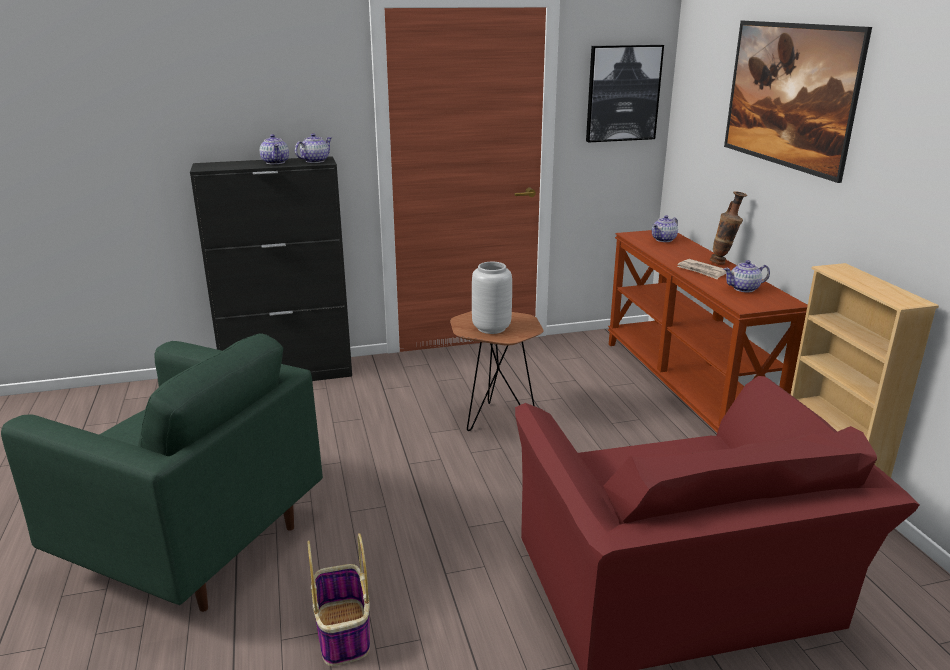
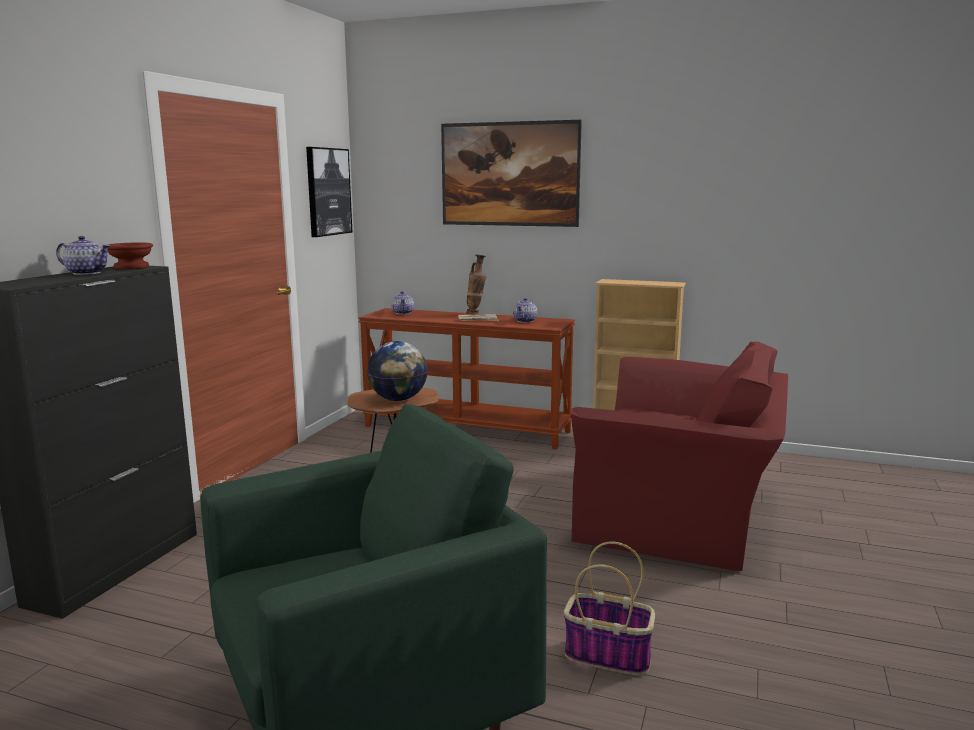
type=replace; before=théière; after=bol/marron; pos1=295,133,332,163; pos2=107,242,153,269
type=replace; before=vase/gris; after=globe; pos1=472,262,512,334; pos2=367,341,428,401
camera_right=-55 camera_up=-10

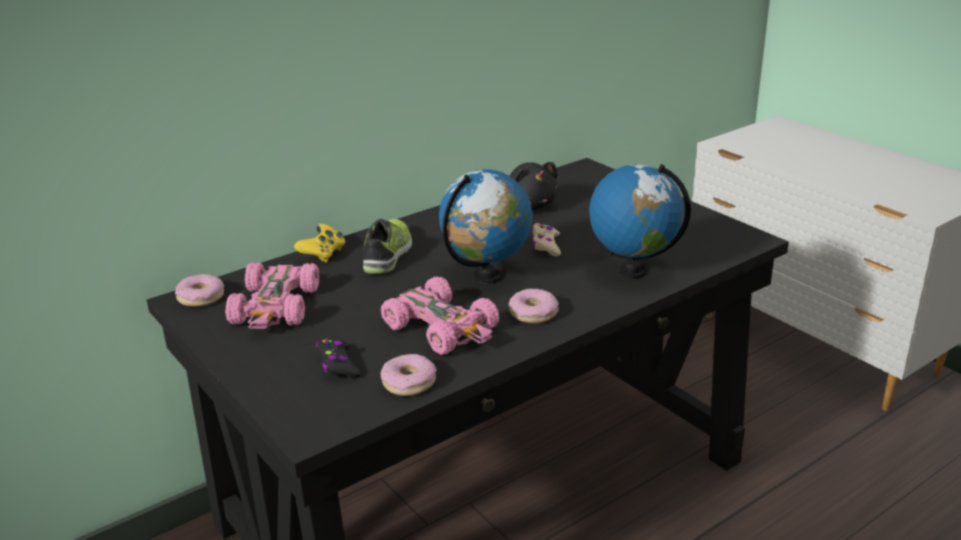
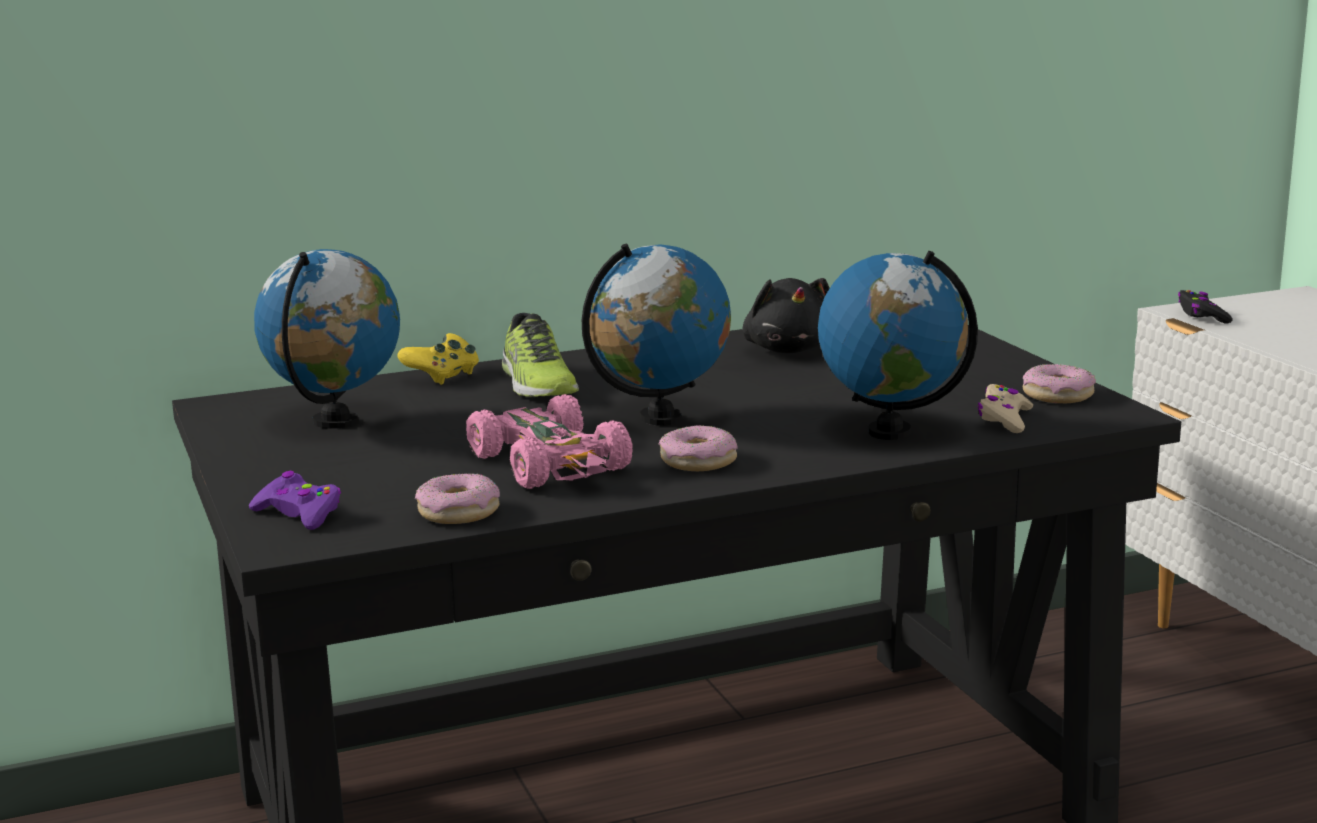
type=insert; after=manette/violet; pos2=249,471,341,530
type=move; before=beignet; pos1=175,274,224,307; pos2=1023,364,1096,403
type=move; before=manette/noir; pos1=316,338,361,378; pos2=1178,290,1233,323
type=move; before=manette/beige; pos1=532,223,561,256; pos2=977,384,1033,433
type=replace; before=petite voiture/rose; after=globe; pos1=225,262,319,329; pos2=254,249,400,429
type=rotate; before=chaussure; pos1=363,219,412,274; pos2=502,313,579,397; turn=135
camera_right=15 camera_up=-10

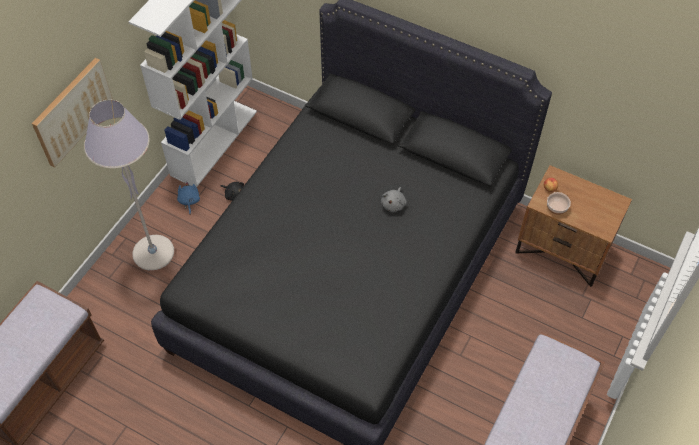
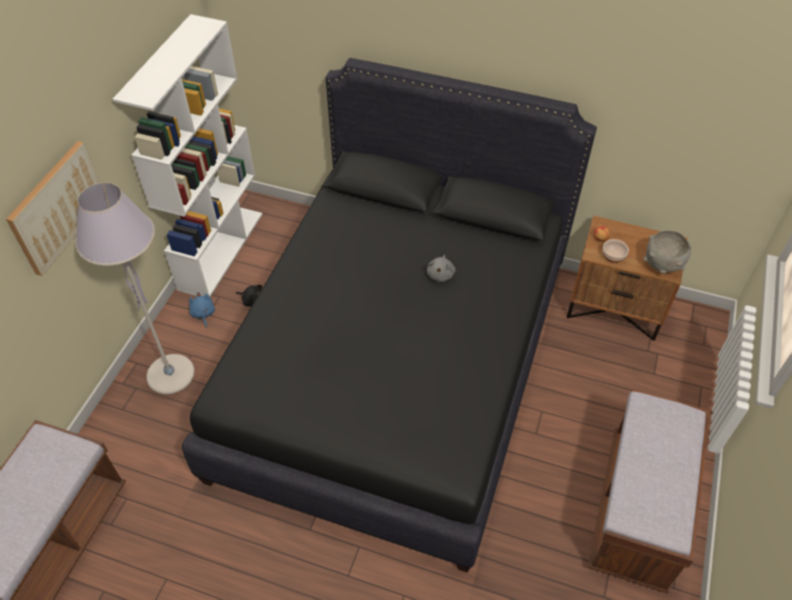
type=insert; after=bol/gris; pos2=643,231,692,274
camera_right=-10 camera_up=-5

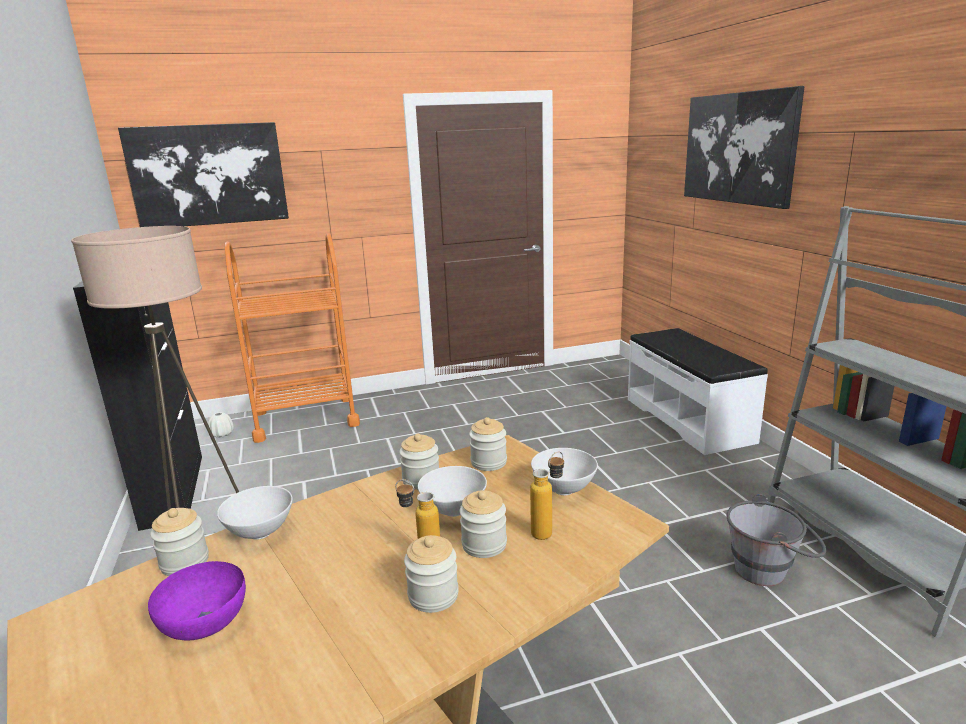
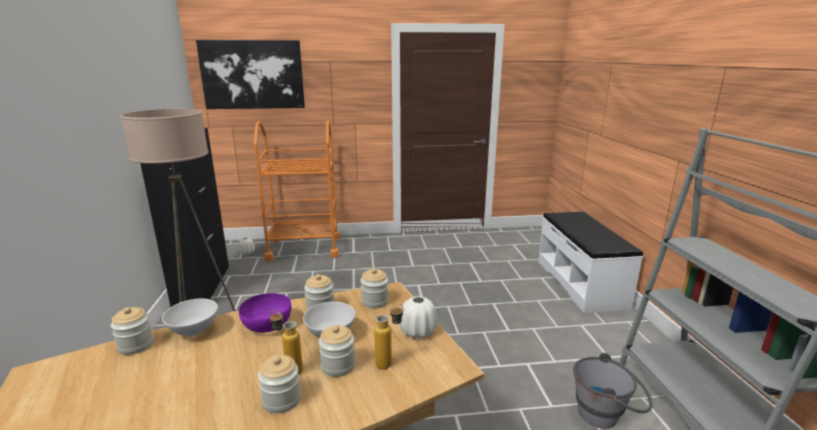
type=delete; before=tableau; pos1=684,86,804,209
type=move; before=bol/violet; pos1=148,561,246,640; pos2=239,293,291,333
type=replace; before=bol/blanc; after=vase/blanc; pos1=531,448,598,495; pos2=399,296,437,338
camera_right=10 camera_up=0

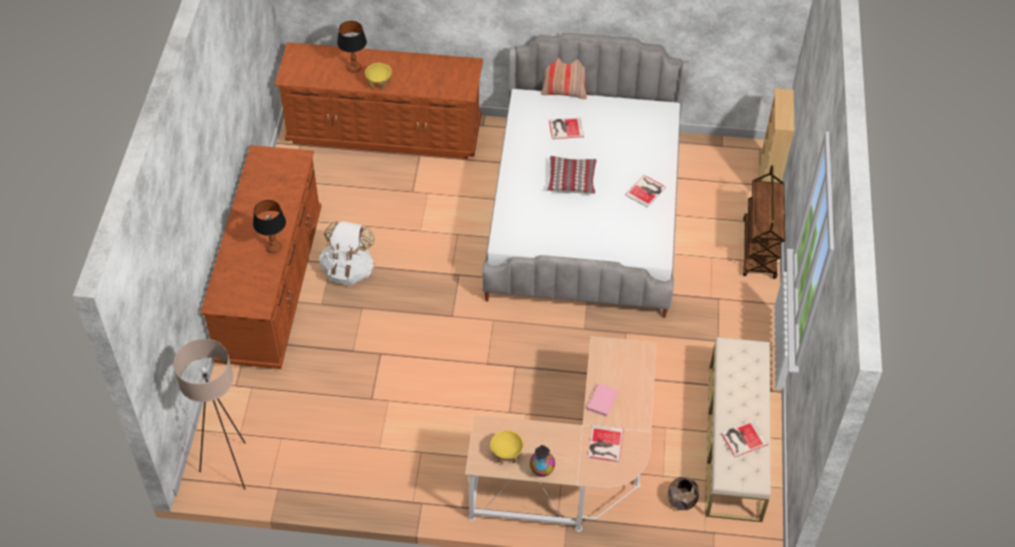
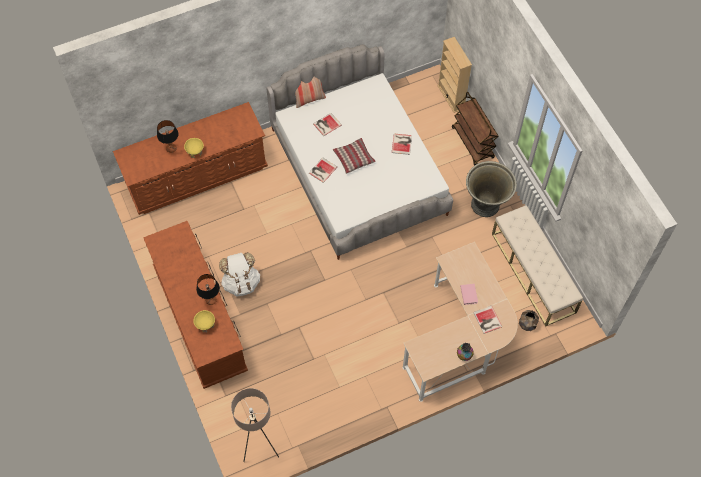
type=insert; after=cache-pot/gris; pos2=466,161,517,217
type=move; before=bol/jaune; pos1=490,430,524,464; pos2=193,310,215,333
type=move; before=livre; pos1=720,420,768,457; pos2=309,158,337,183
camera_right=-30 camera_up=10

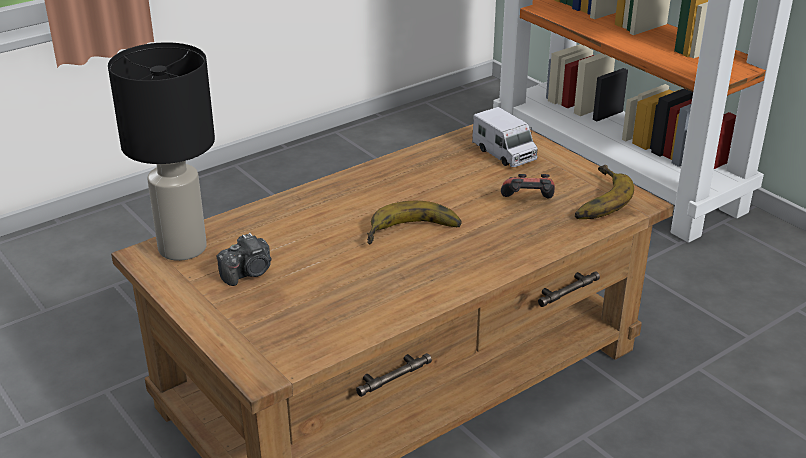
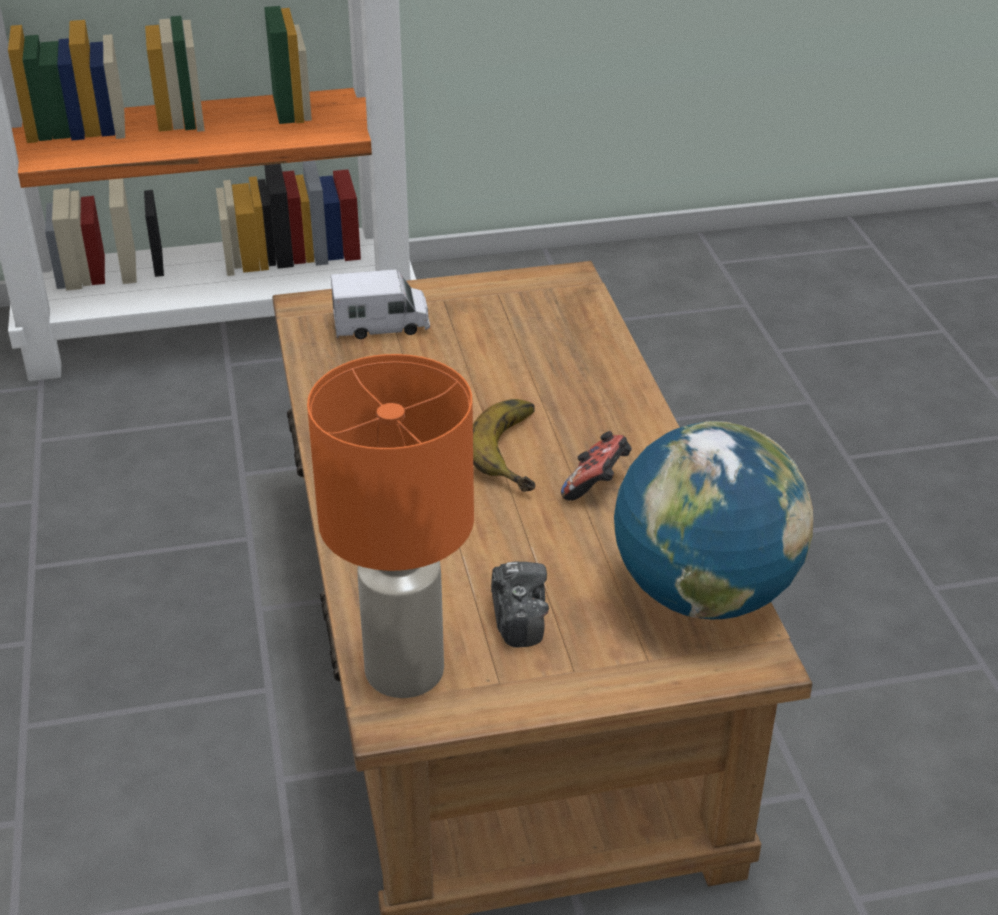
type=delete; before=banane; pos1=575,165,634,219
type=insert; after=globe; pos2=614,421,813,619
type=move; before=manette; pos1=501,174,555,198; pos2=561,431,632,501
type=recolor; before=lampe de table/noir; after=lampe de table/orange; pos1=108,42,215,261; pos2=307,354,474,698
camera_right=-65 camera_up=5

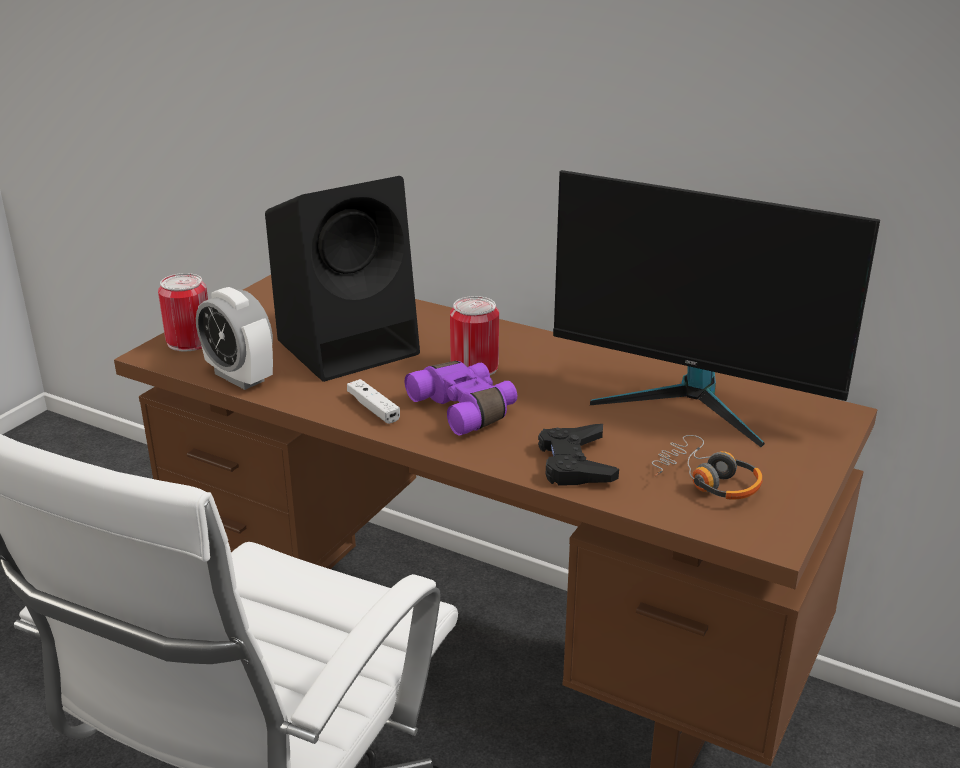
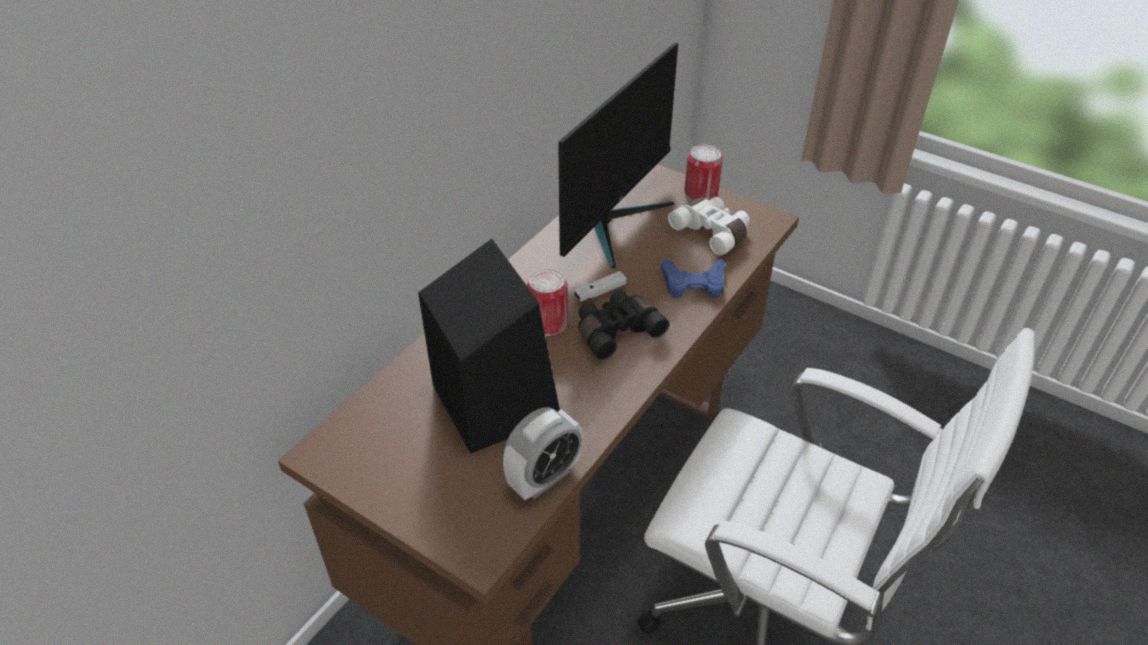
type=move; before=boîte métallique; pos1=158,273,208,351; pos2=684,145,723,201
type=move; before=manette/blanc; pos1=347,379,400,424; pos2=574,271,627,302
type=replace; before=casque audio; after=jumelles/blanc; pos1=652,435,763,500; pos2=668,197,750,256
type=recolor; before=jumelles/violet; after=jumelles/noir; pos1=405,361,517,436; pos2=578,290,669,360
type=recolor; before=manette/noir; after=manette/bleu; pos1=538,424,619,486; pos2=661,259,726,298
camera_right=-85 camera_up=15

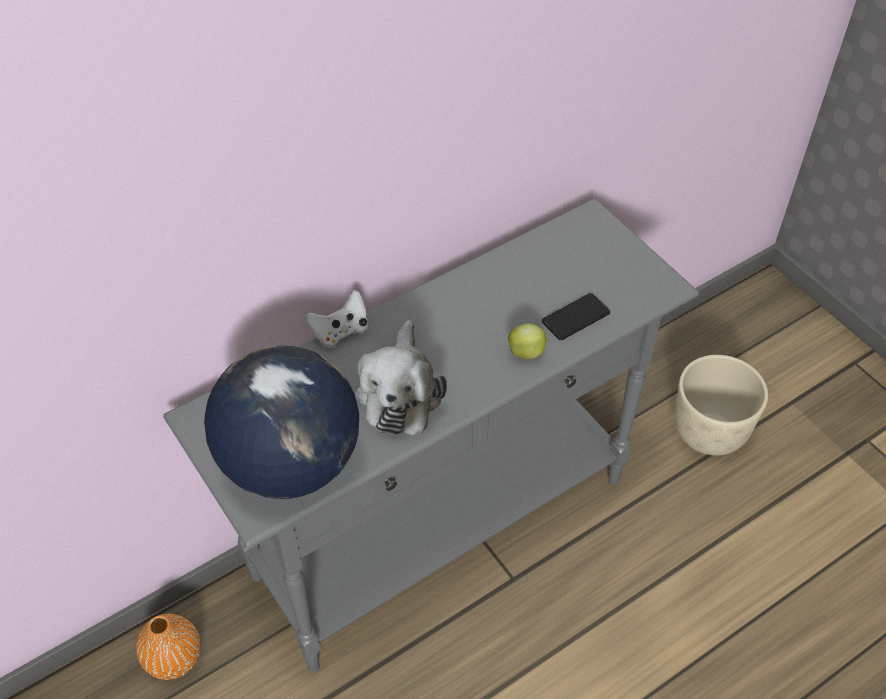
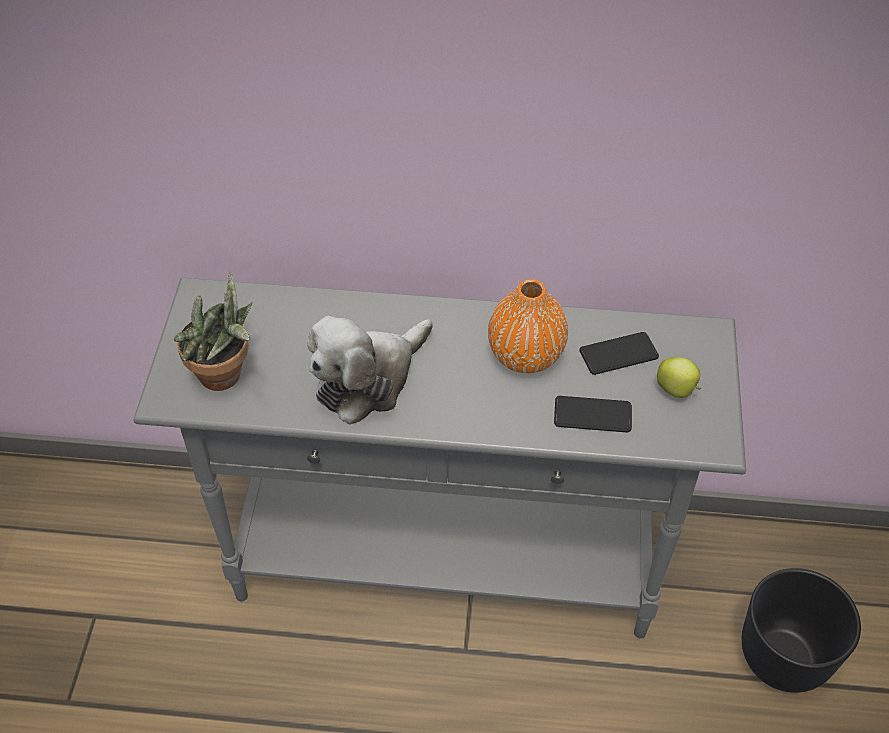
type=delete; before=manette/blanc; pos1=305,290,368,348
type=insert; after=téléphone; pos2=579,332,659,375
type=move; before=vase/orange; pos1=136,614,201,680; pos2=488,279,568,373
type=move; before=pomme; pos1=508,323,550,359; pos2=657,357,701,398
type=replace; before=globe; after=plante en pot; pos1=204,345,359,499; pos2=173,271,252,391
type=recolor; before=cache-pot/beige; after=cache-pot/noir; pos1=675,355,768,456; pos2=742,568,861,693
camera_right=40 camera_up=0

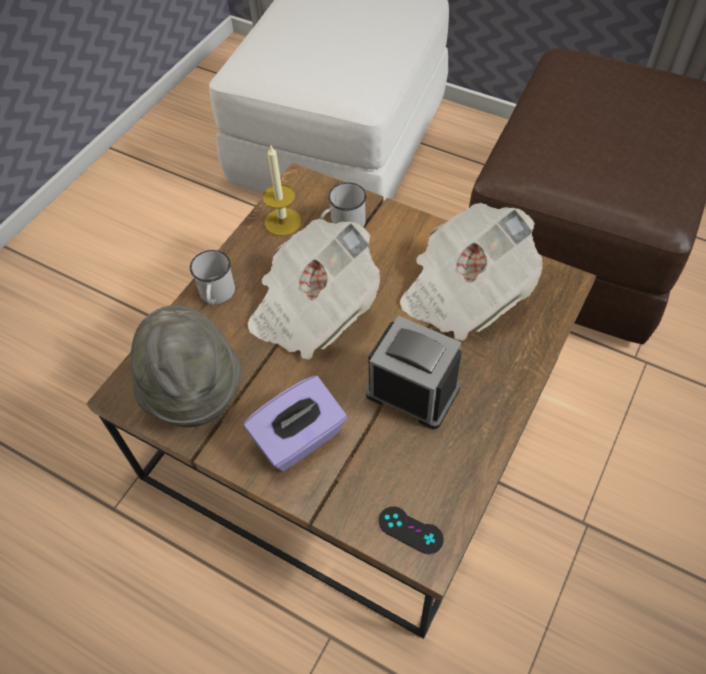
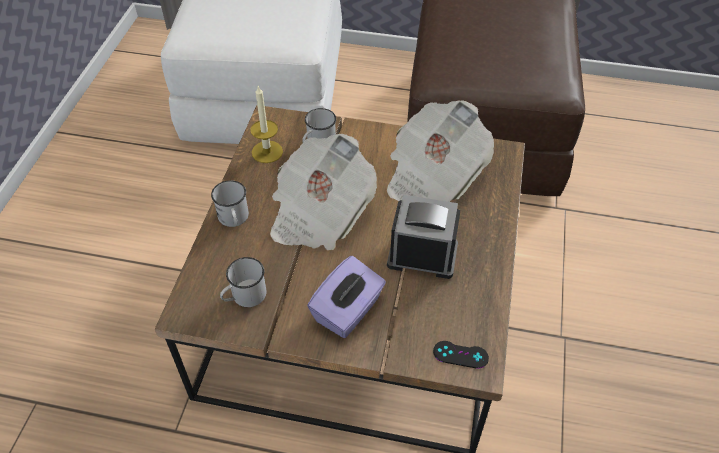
type=replace; before=chapeau/gris; after=mug/blanc; pos1=130,305,242,427; pos2=220,257,266,307
camera_right=-20 camera_up=-5

